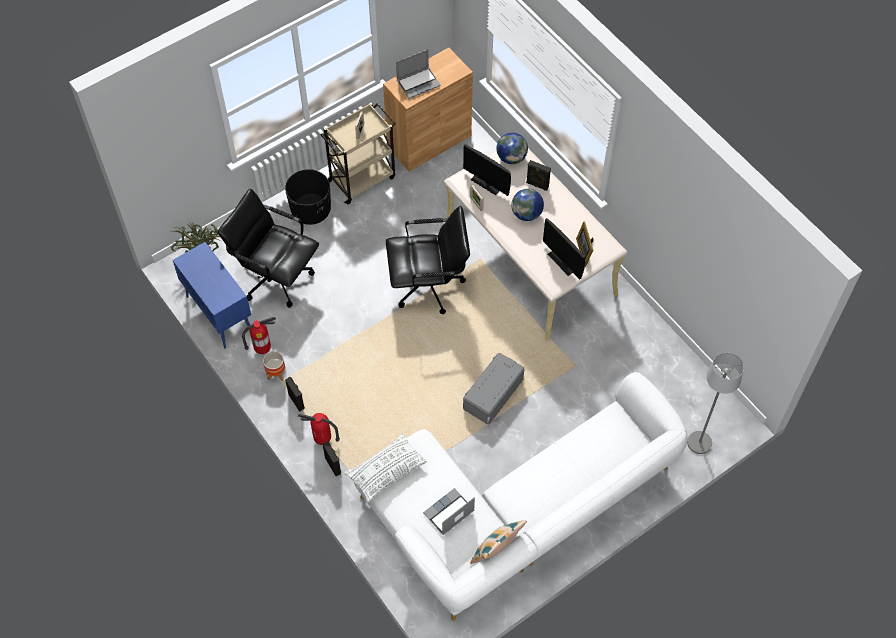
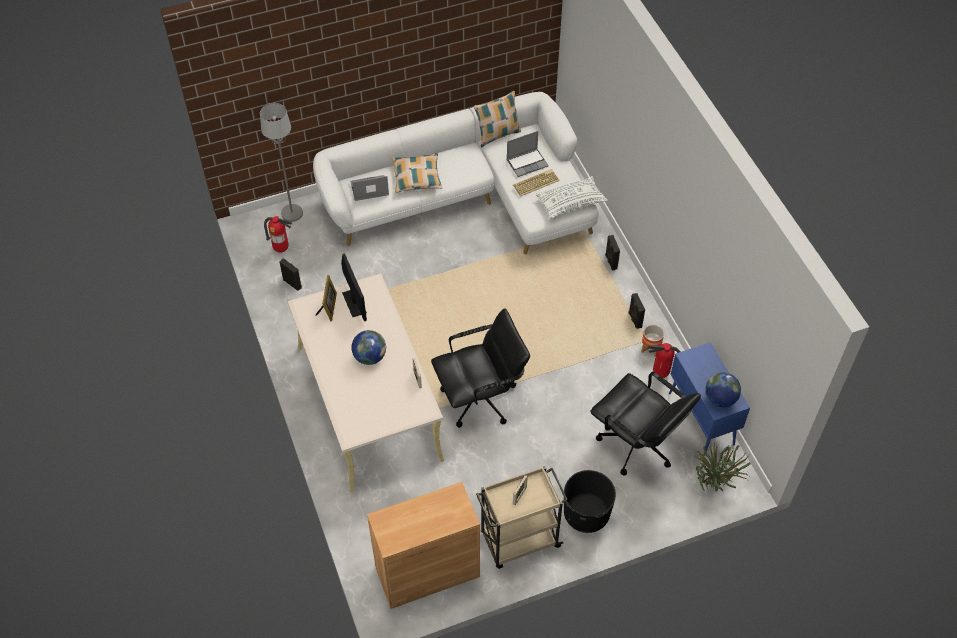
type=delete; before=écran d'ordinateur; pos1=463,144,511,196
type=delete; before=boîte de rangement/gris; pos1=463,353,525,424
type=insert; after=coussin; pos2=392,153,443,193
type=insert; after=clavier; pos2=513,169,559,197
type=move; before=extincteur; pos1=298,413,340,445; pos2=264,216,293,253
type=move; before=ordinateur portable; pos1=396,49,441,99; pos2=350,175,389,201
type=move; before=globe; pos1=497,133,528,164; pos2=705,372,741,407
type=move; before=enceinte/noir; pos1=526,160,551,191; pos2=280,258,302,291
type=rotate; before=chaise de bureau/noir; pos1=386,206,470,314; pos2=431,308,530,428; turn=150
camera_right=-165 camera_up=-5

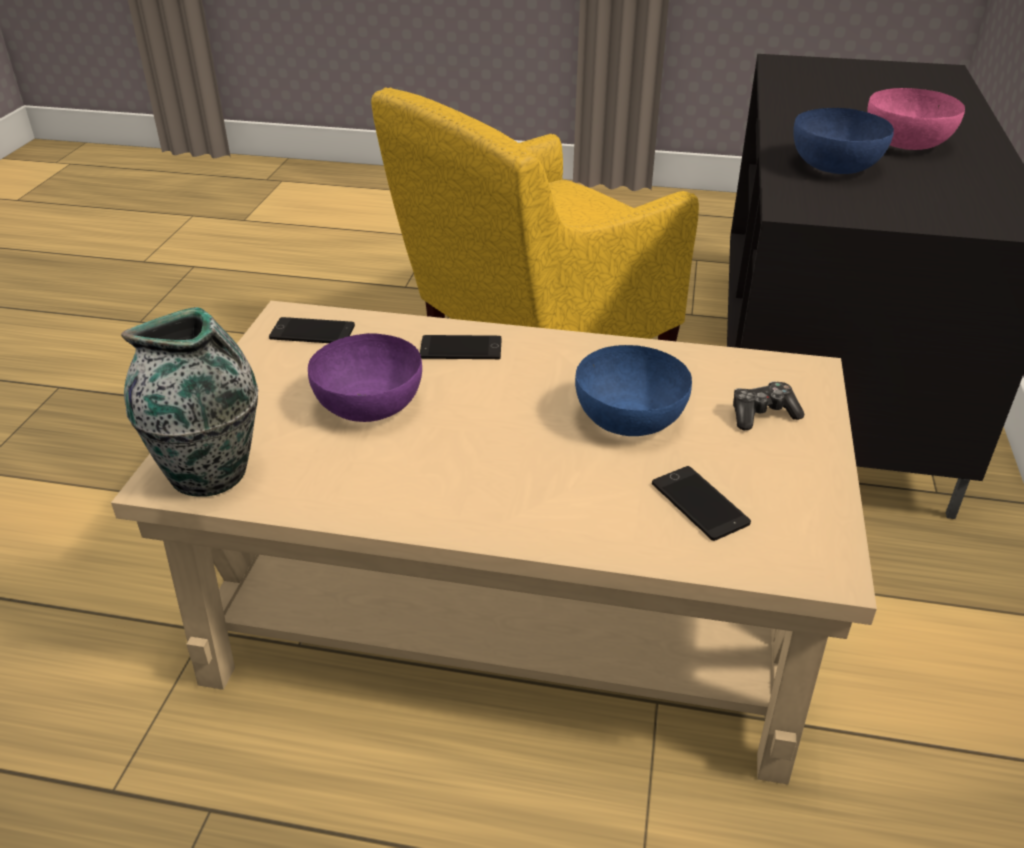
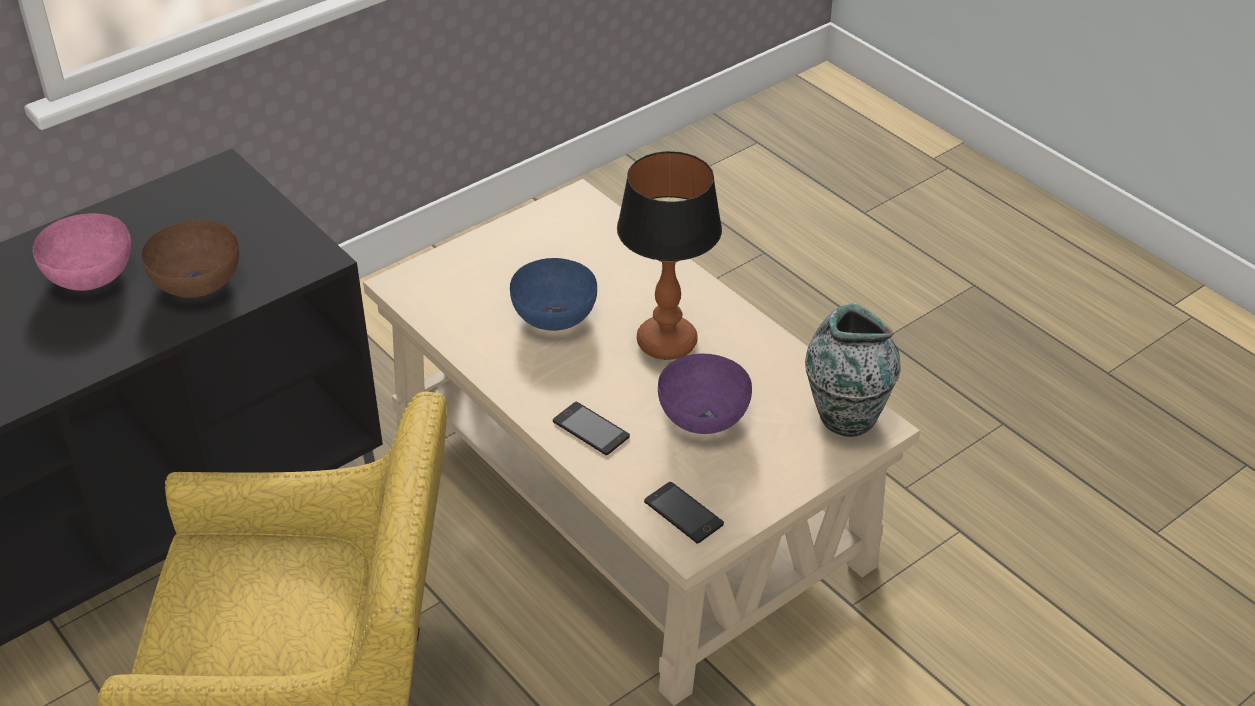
type=delete; before=téléphone; pos1=652,466,751,541
type=delete; before=manette; pos1=733,382,804,430
type=insert; after=lampe de table; pos2=617,151,722,360
type=recolor; before=bol/bleu; after=bol/marron; pos1=793,108,894,174; pos2=142,220,239,298
camera_right=-140 camera_up=5

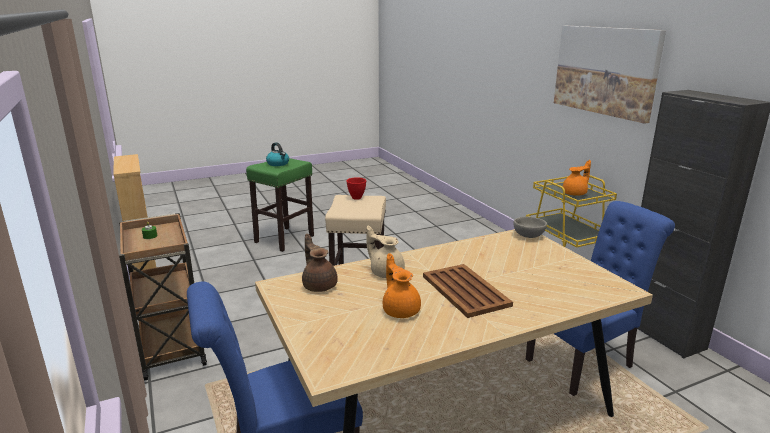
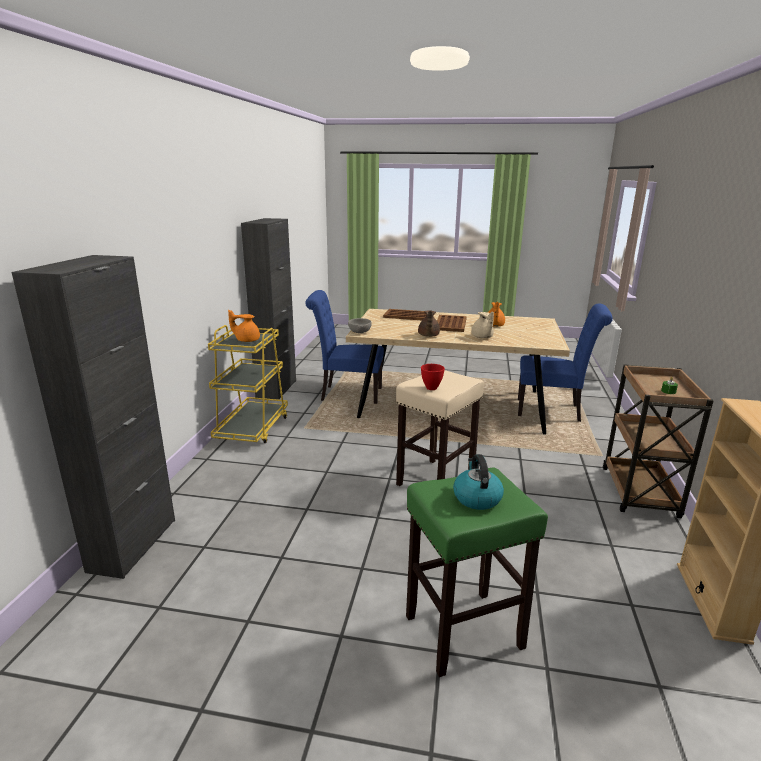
type=delete; before=tableau; pos1=554,26,666,124
type=insert; after=meuble de rangement/noir; pos2=12,255,175,579
type=insert; after=plateau/marron; pos2=383,309,434,320
type=move; before=théière/marron; pos1=302,234,338,292; pos2=418,311,440,337
camera_right=-145 camera_up=0

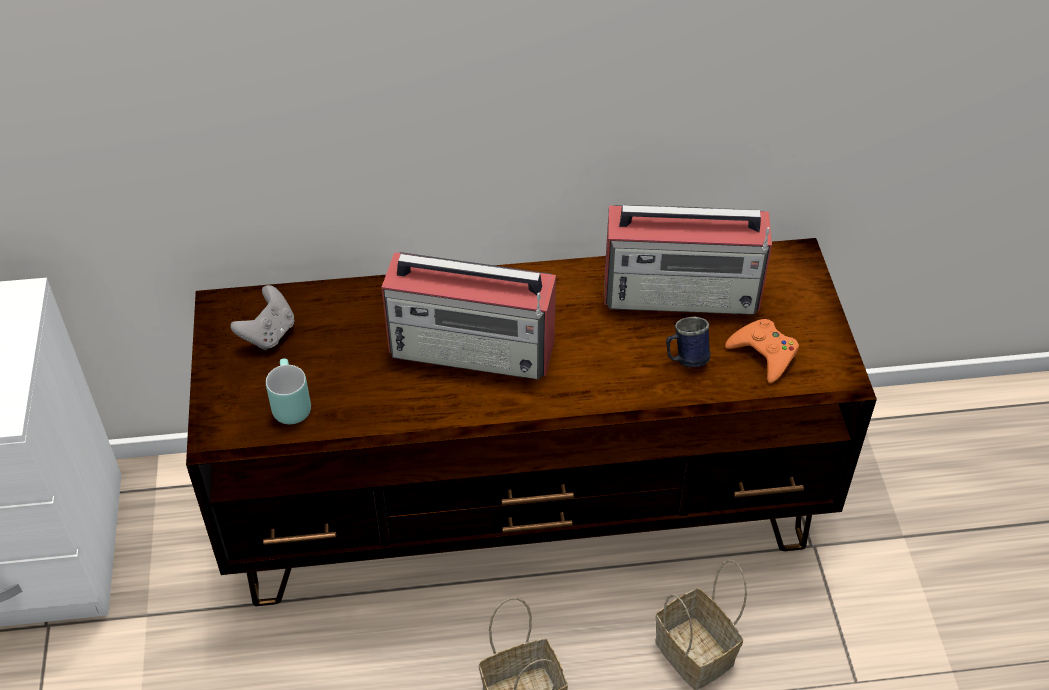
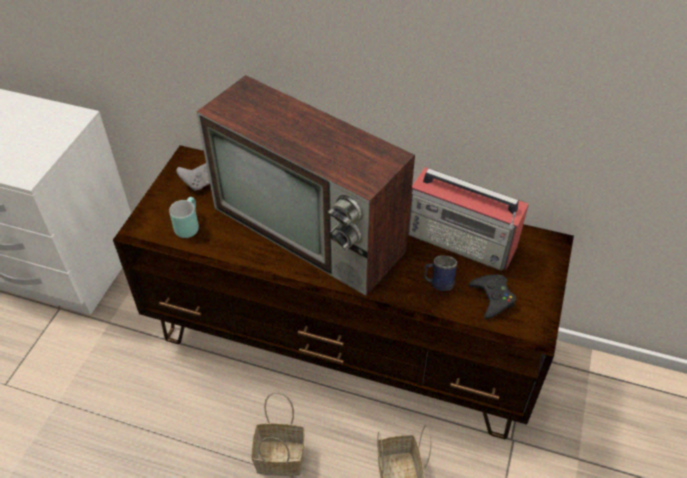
type=replace; before=radio; after=téléviseur; pos1=381,252,556,380; pos2=197,75,415,296
type=recolor; before=manette/orange; after=manette/noir; pos1=725,319,799,383; pos2=469,274,516,319
camera_right=25 camera_up=0

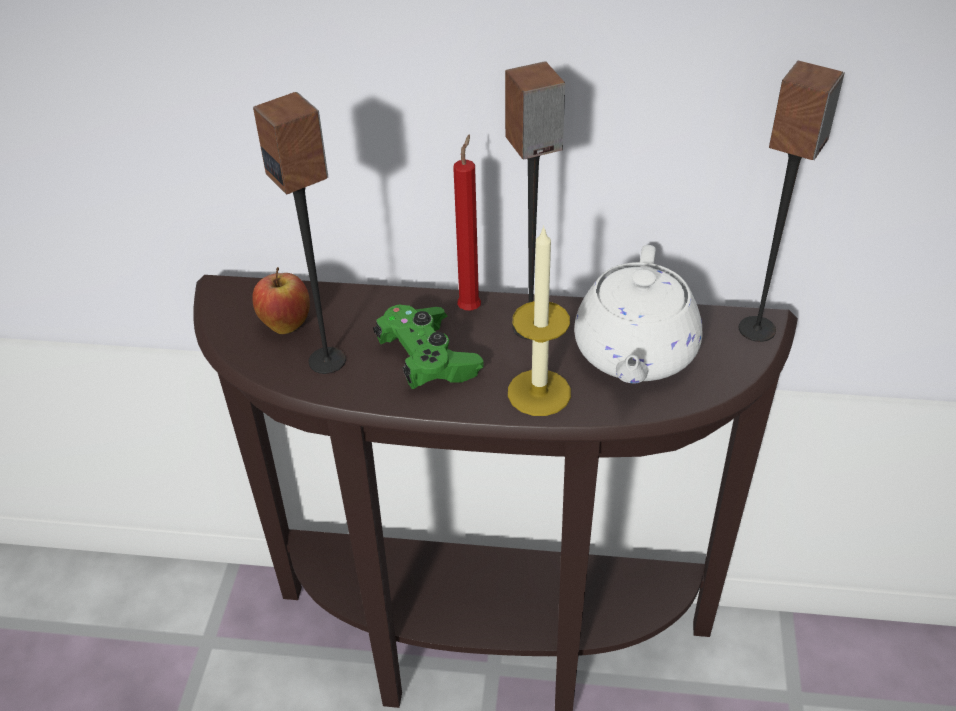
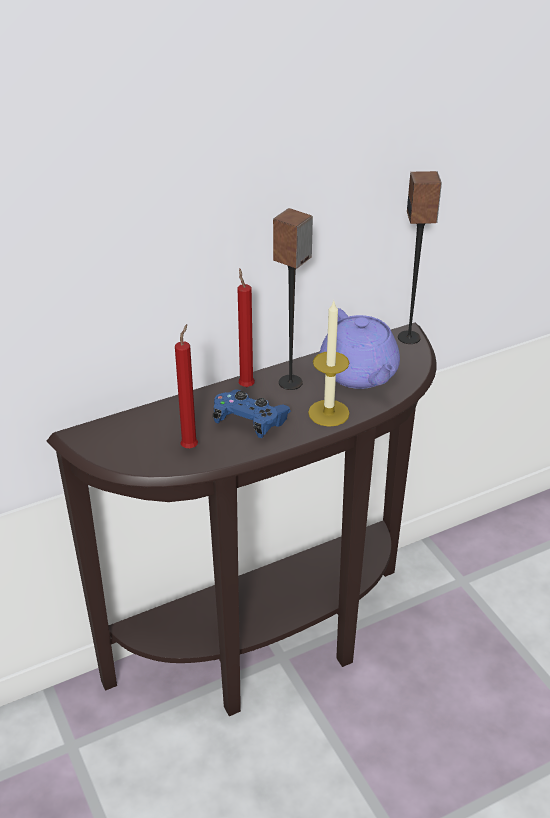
type=delete; before=pomme; pos1=252,267,310,334
type=replace; before=enceinte; after=bougie/rouge; pos1=253,92,346,374; pos2=175,324,198,449
type=recolor; before=manette/vert; after=manette/bleu; pos1=373,304,484,389; pos2=213,389,291,438
type=recolor; before=théière/blanc; after=théière/violet; pos1=574,245,703,383; pos2=319,308,400,389
camera_right=-35 camera_up=-5

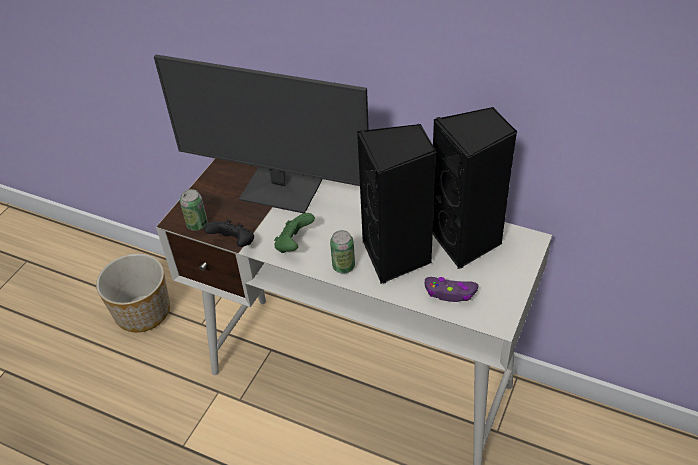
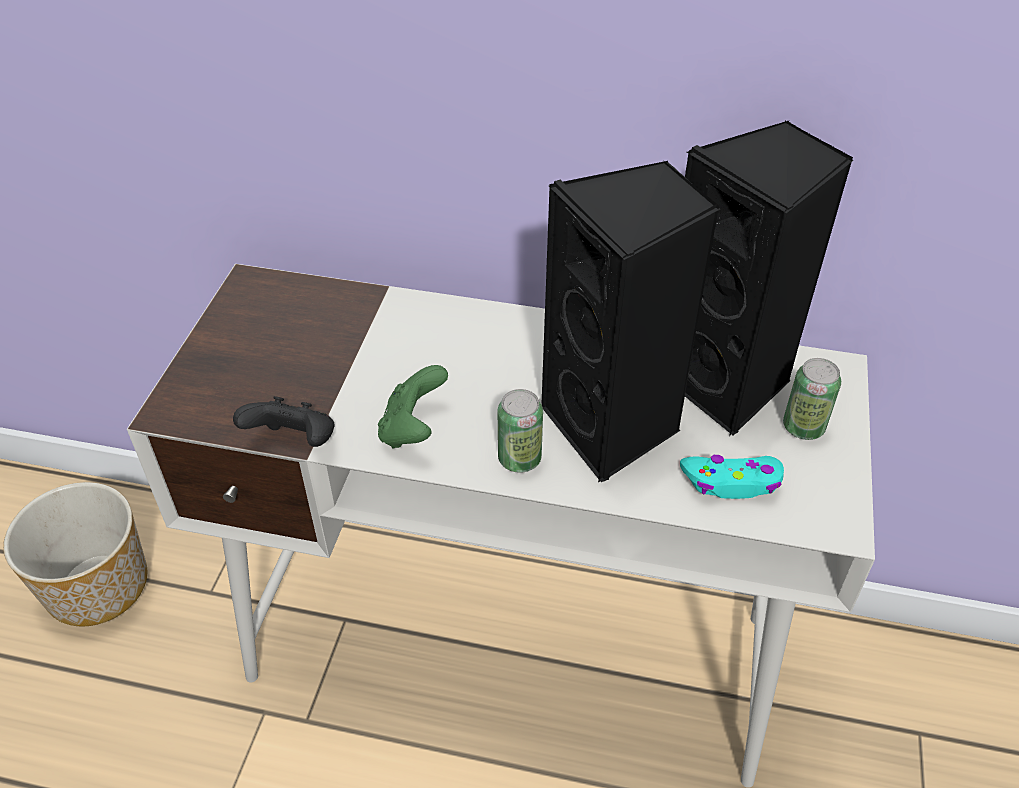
type=delete; before=écran d'ordinateur; pos1=154,55,369,214
type=move; before=boîte métallique; pos1=180,189,208,231; pos2=783,358,841,440
type=recolor; before=manette/violet; after=manette/turquoise; pos1=425,277,479,302; pos2=680,455,784,499
camera_right=-15 camera_up=0

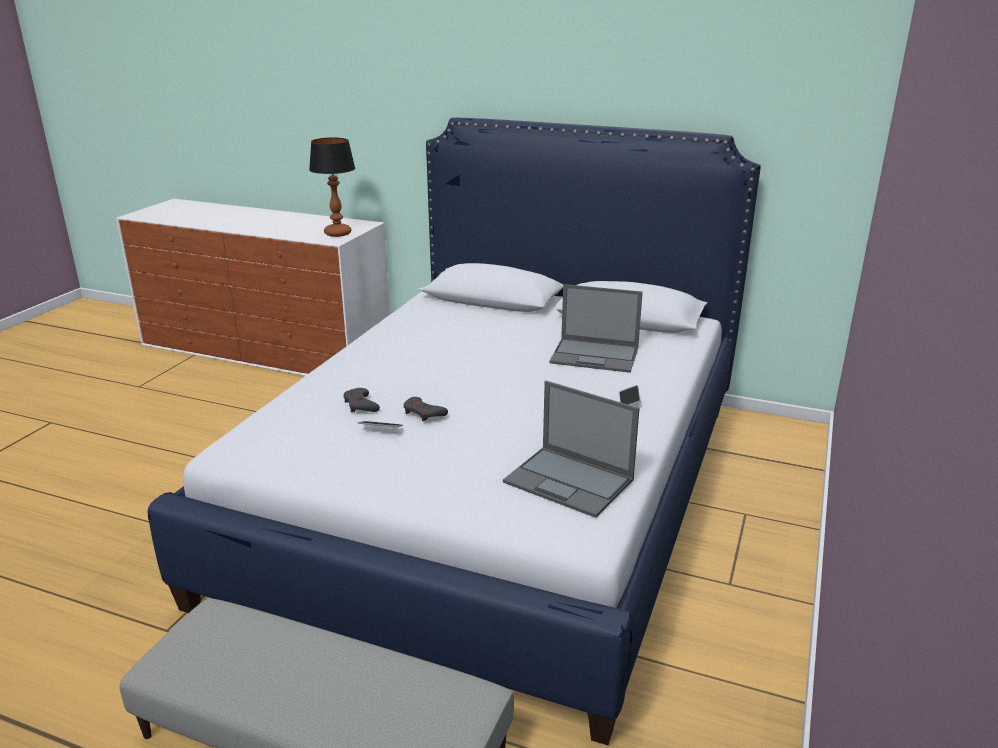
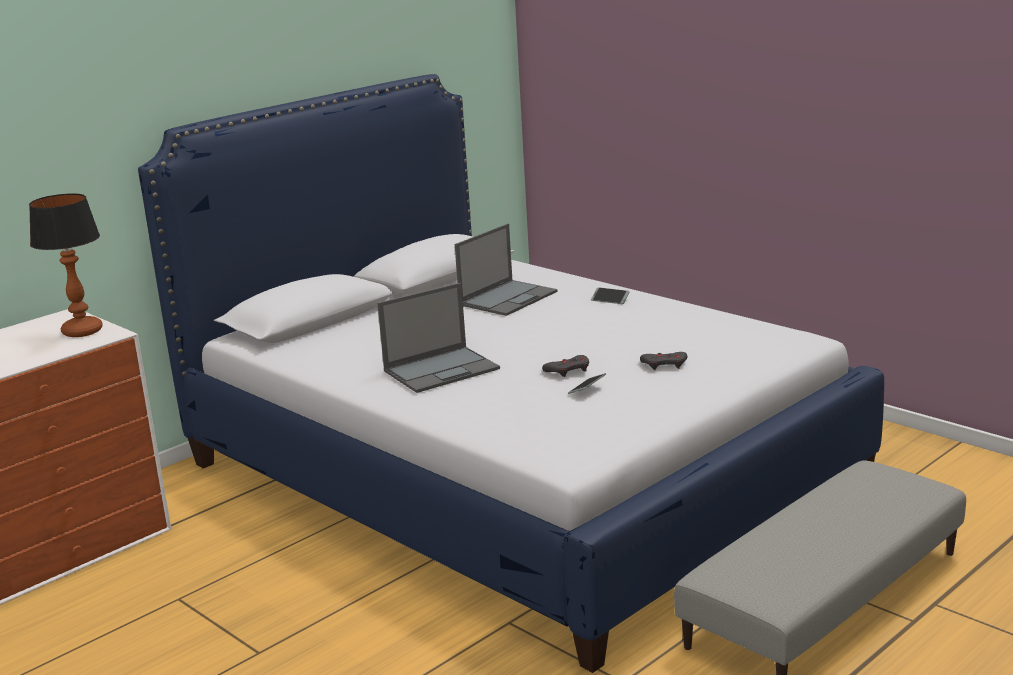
type=move; before=manette/gris; pos1=343,388,380,412; pos2=640,352,687,370
type=move; before=ordinateur portable; pos1=503,381,640,518; pos2=377,283,500,393
camera_right=-65 camera_up=-5

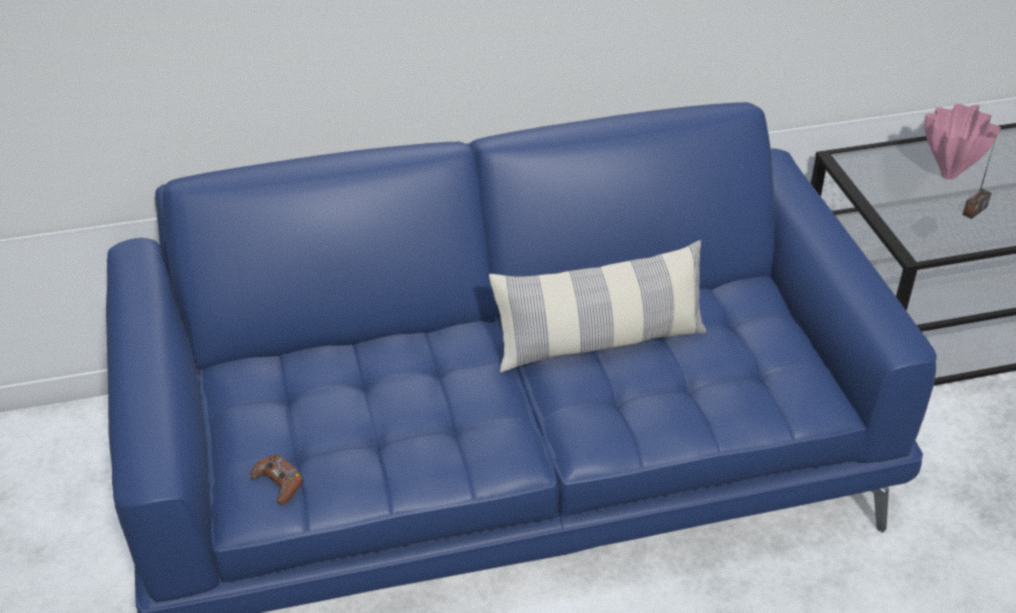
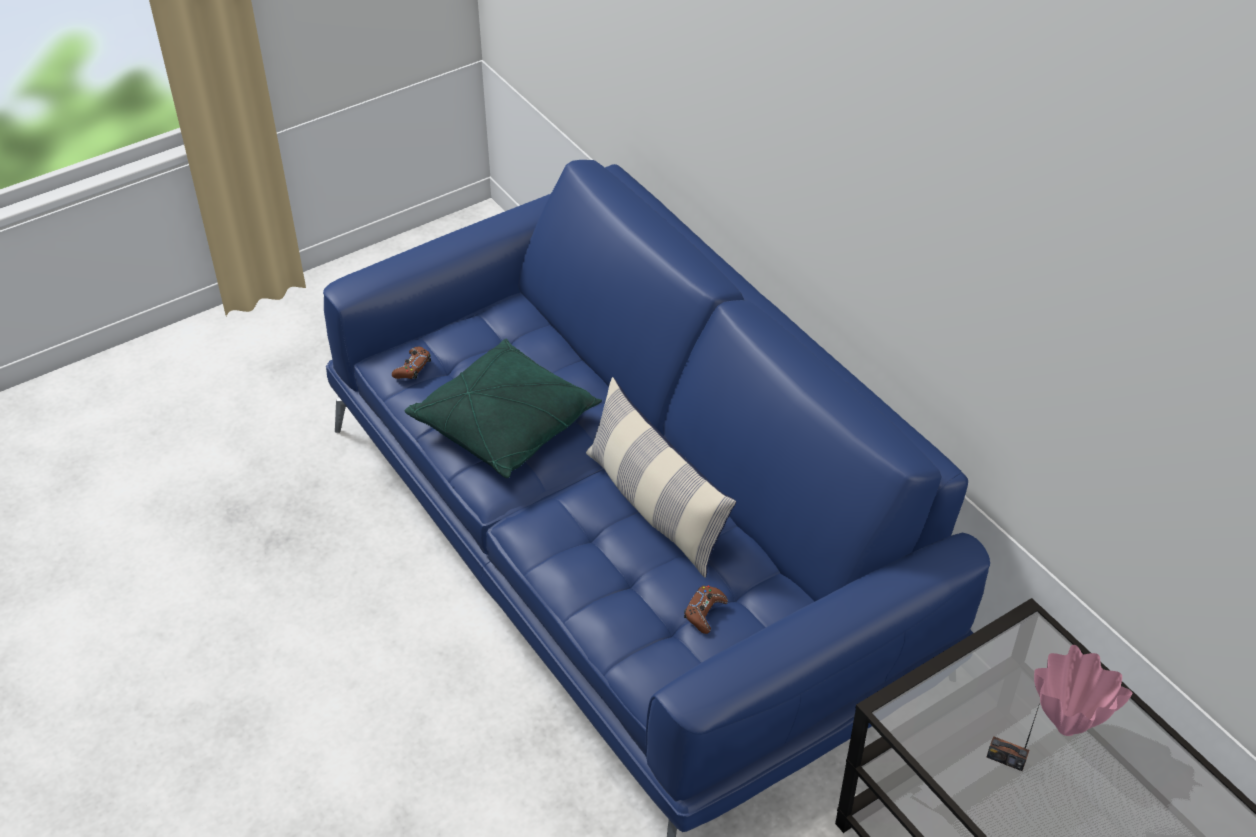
type=insert; after=coussin/vert; pos2=405,338,602,478
type=insert; after=manette/marron; pos2=684,586,728,634
camera_right=70 camera_up=5

